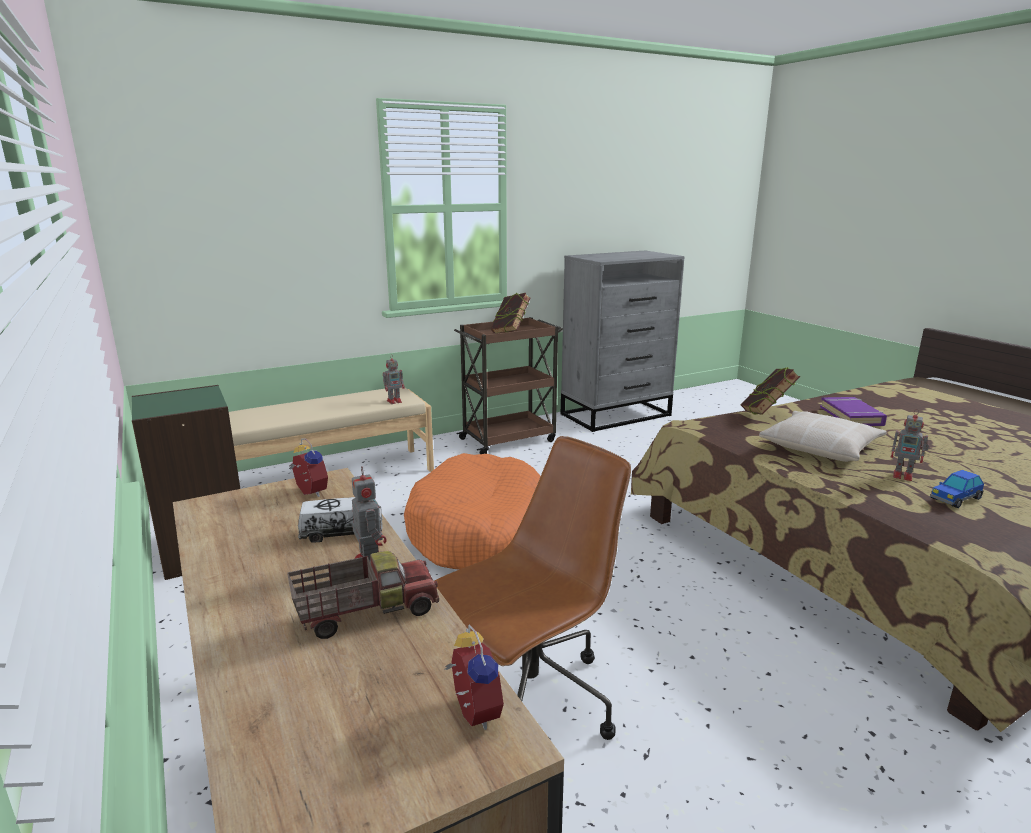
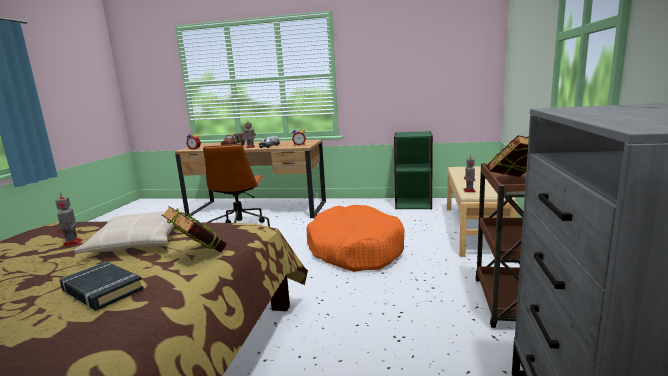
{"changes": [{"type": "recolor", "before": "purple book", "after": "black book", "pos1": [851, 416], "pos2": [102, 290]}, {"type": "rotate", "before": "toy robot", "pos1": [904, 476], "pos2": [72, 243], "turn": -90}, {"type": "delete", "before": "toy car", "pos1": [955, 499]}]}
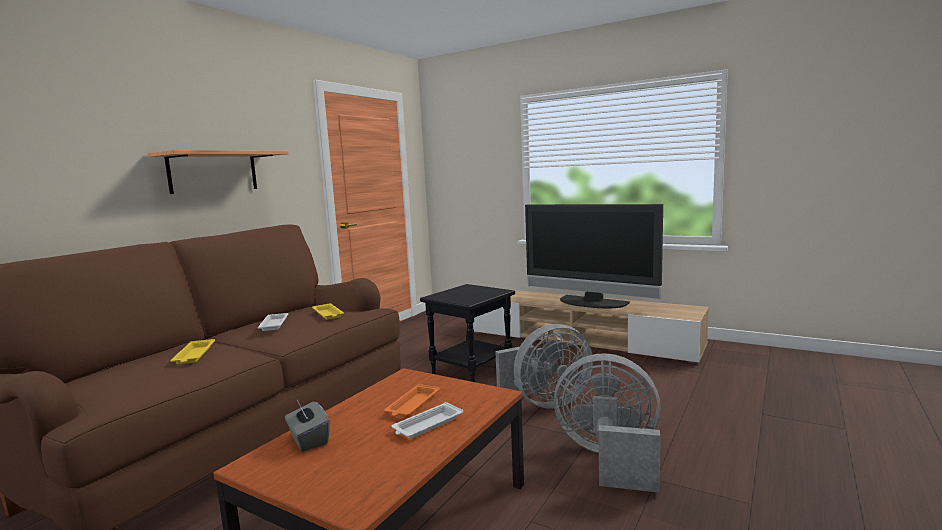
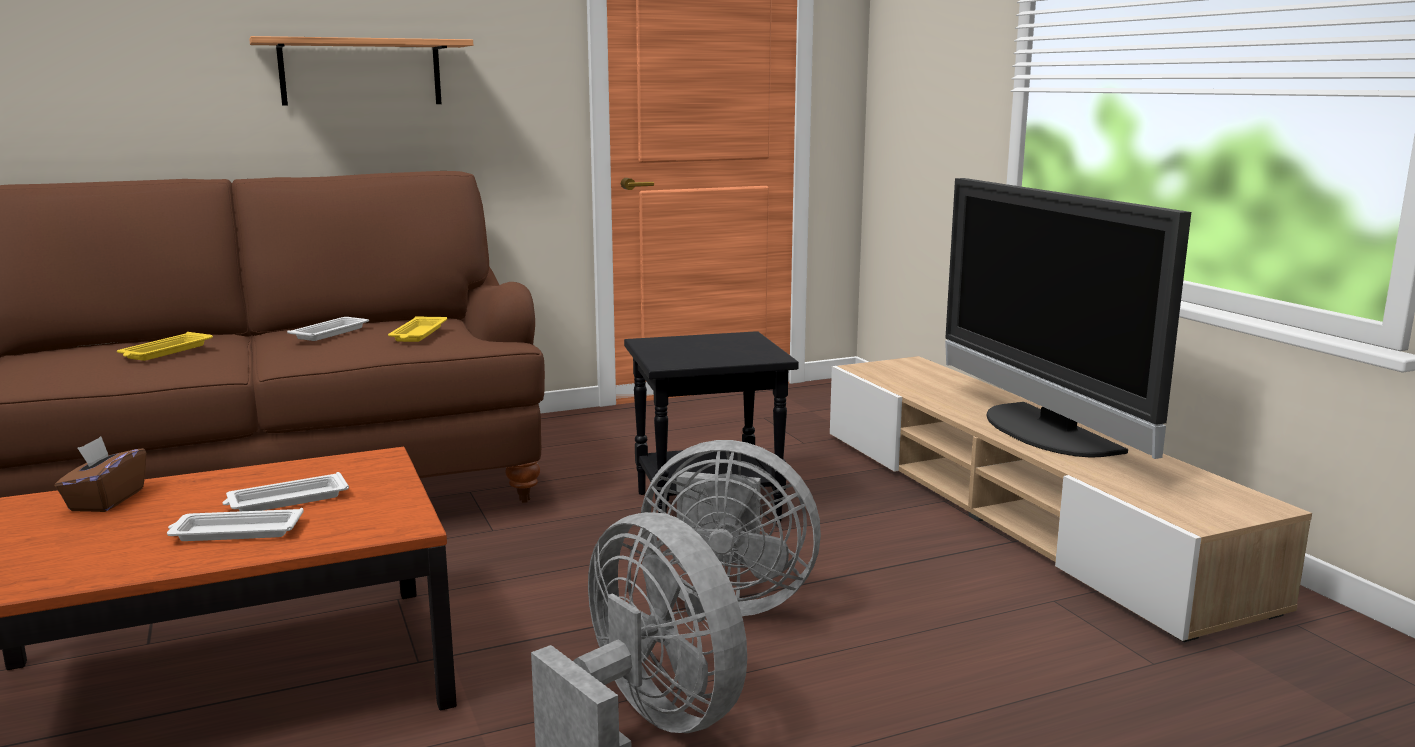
{"changes": [{"type": "recolor", "before": "grey tissue box", "after": "brown tissue box", "pos1": [308, 440], "pos2": [106, 500]}, {"type": "recolor", "before": "orange tray", "after": "white tray", "pos1": [412, 405], "pos2": [286, 500]}]}
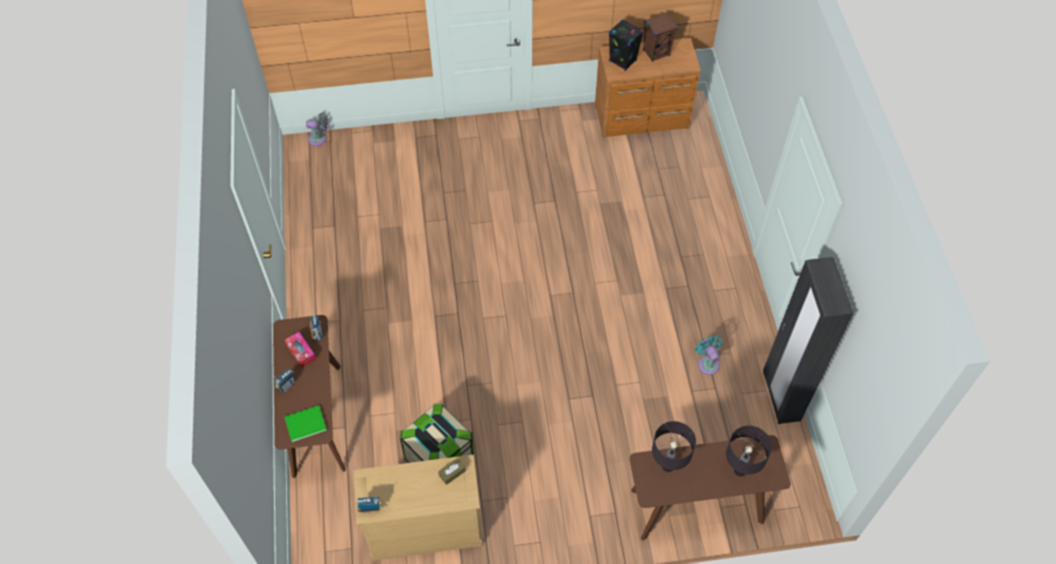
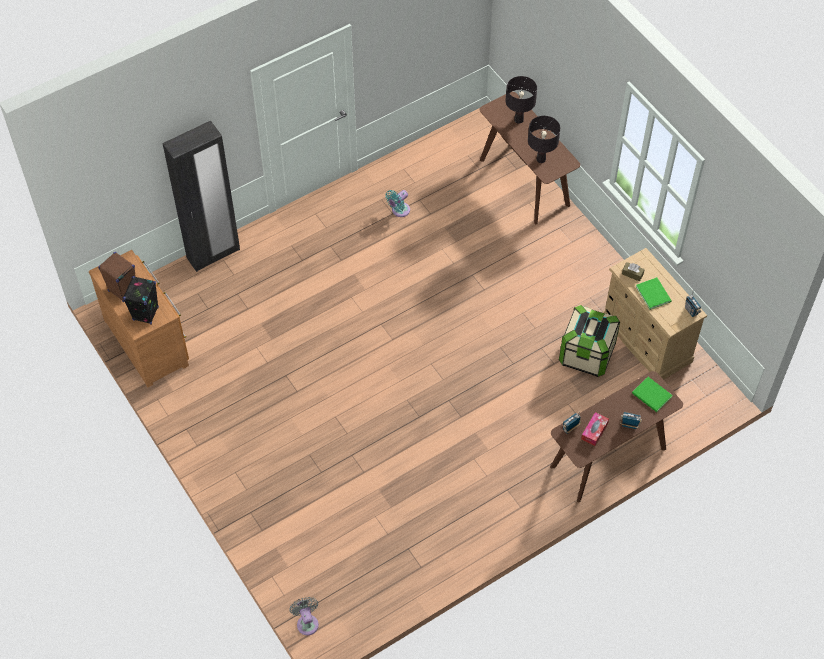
{"changes": [{"type": "move", "before": "black wardrobe", "pos1": [780, 396], "pos2": [213, 254]}, {"type": "insert", "after": "green book", "pos2": [653, 293]}]}
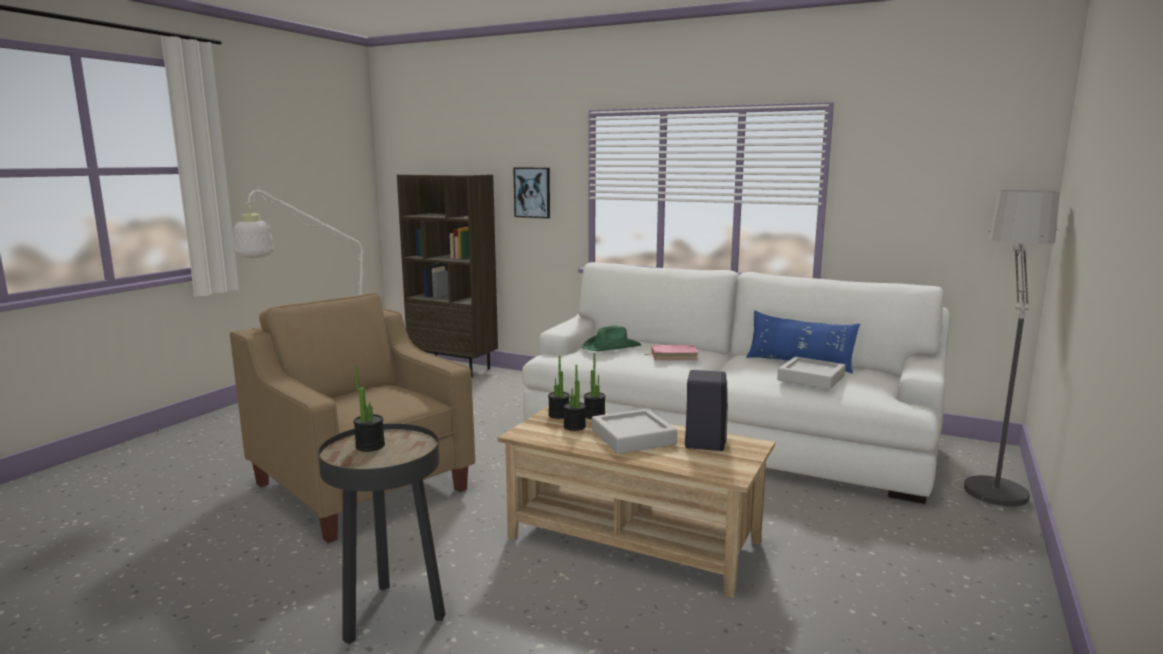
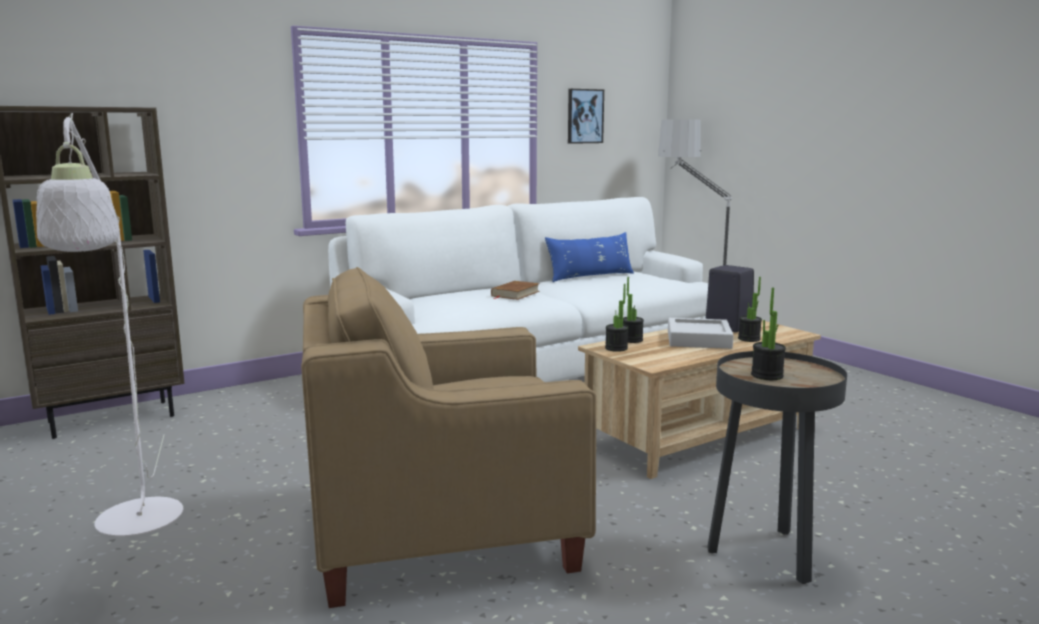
{"changes": [{"type": "move", "before": "picture", "pos1": [532, 192], "pos2": [584, 116]}, {"type": "move", "before": "potted plant", "pos1": [574, 426], "pos2": [749, 339]}, {"type": "delete", "before": "green hat", "pos1": [612, 347]}, {"type": "recolor", "before": "pink book", "after": "brown book", "pos1": [674, 356], "pos2": [515, 294]}, {"type": "delete", "before": "grey tray", "pos1": [811, 378]}]}
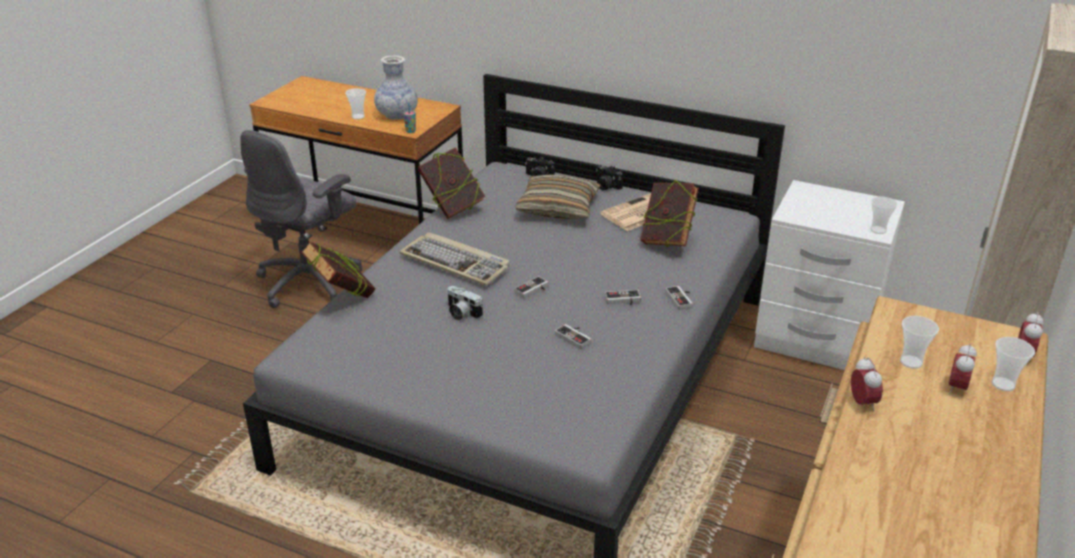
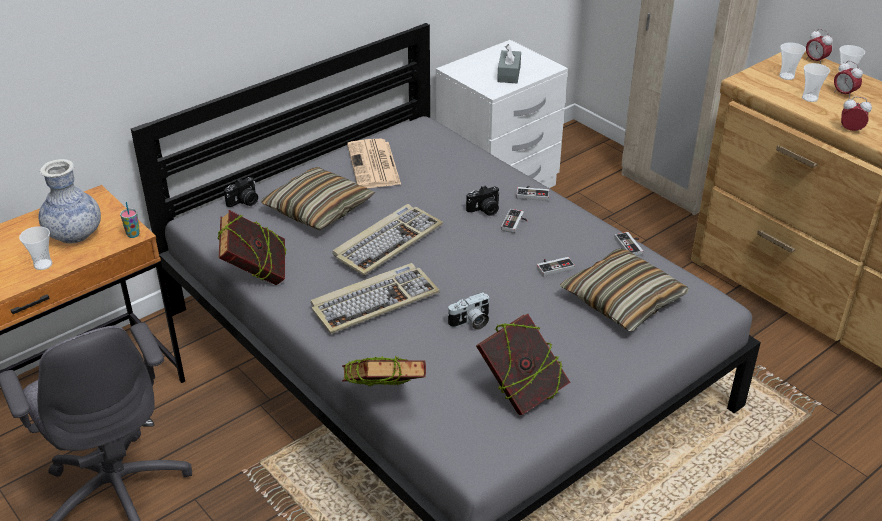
{"changes": [{"type": "move", "before": "game controller", "pos1": [533, 290], "pos2": [631, 246]}, {"type": "move", "before": "photo camera", "pos1": [606, 186], "pos2": [485, 210]}, {"type": "move", "before": "book", "pos1": [667, 240], "pos2": [521, 393]}, {"type": "move", "before": "cup", "pos1": [878, 230], "pos2": [786, 76]}, {"type": "insert", "after": "keyboard", "pos2": [387, 242]}, {"type": "insert", "after": "grey tissue box", "pos2": [509, 74]}, {"type": "insert", "after": "pillow", "pos2": [623, 300]}]}
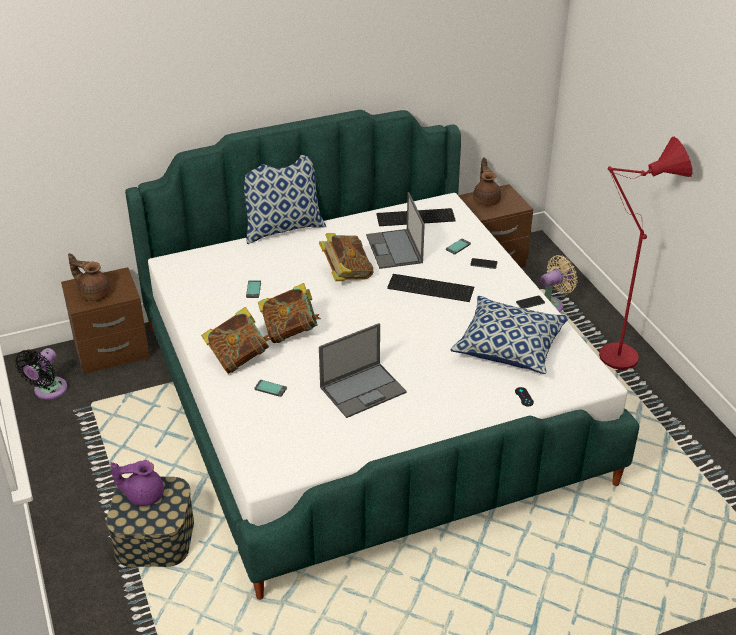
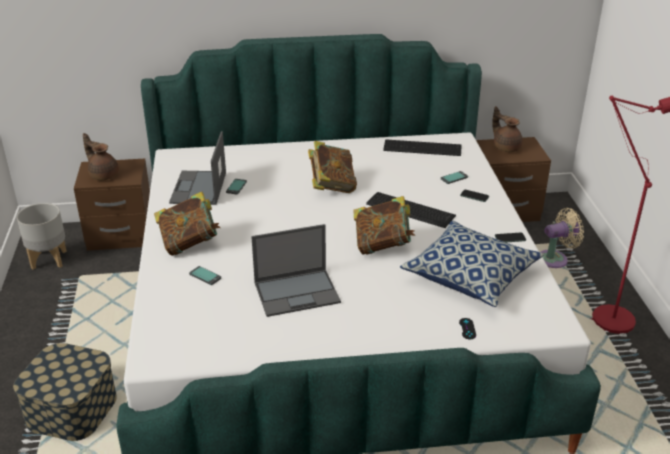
{"changes": [{"type": "replace", "before": "black fan", "after": "grey planter", "pos1": [48, 391], "pos2": [49, 259]}, {"type": "delete", "before": "purple teapot", "pos1": [143, 495]}, {"type": "delete", "before": "pillow", "pos1": [283, 228]}, {"type": "move", "before": "book", "pos1": [290, 331], "pos2": [383, 245]}, {"type": "move", "before": "laptop", "pos1": [394, 249], "pos2": [199, 188]}, {"type": "rotate", "before": "brown teapot", "pos1": [486, 200], "pos2": [506, 147], "turn": -45}]}
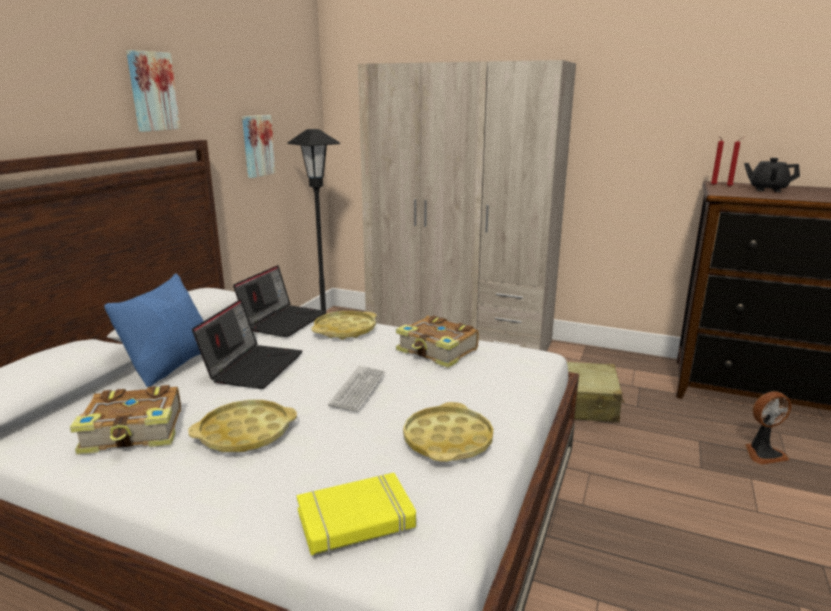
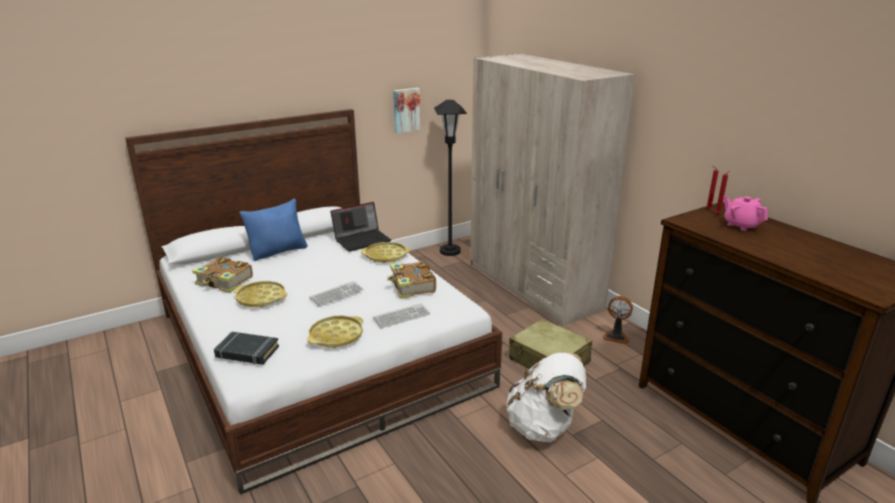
{"changes": [{"type": "delete", "before": "picture", "pos1": [152, 91]}, {"type": "delete", "before": "laptop", "pos1": [253, 366]}, {"type": "recolor", "before": "yellow book", "after": "black book", "pos1": [356, 520], "pos2": [247, 352]}, {"type": "recolor", "before": "black teapot", "after": "pink teapot", "pos1": [767, 190], "pos2": [741, 225]}, {"type": "move", "before": "fan", "pos1": [763, 453], "pos2": [616, 336]}, {"type": "insert", "after": "keyboard", "pos2": [401, 316]}, {"type": "insert", "after": "white backpack", "pos2": [544, 427]}]}
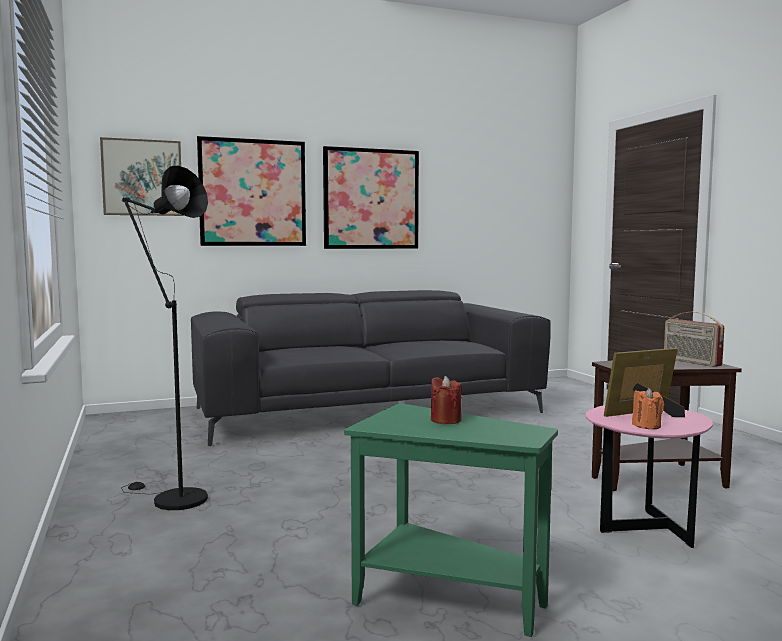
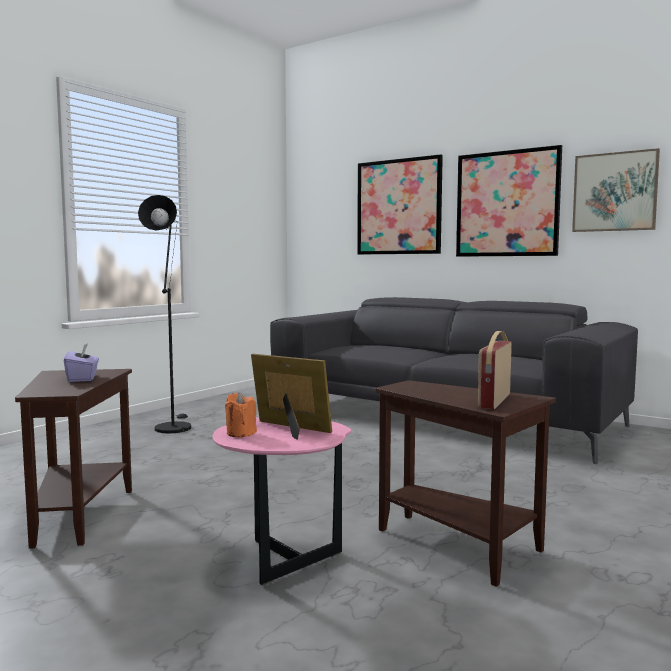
{"changes": [{"type": "move", "before": "picture", "pos1": [142, 178], "pos2": [615, 192]}, {"type": "recolor", "before": "green side table", "after": "brown side table", "pos1": [444, 597], "pos2": [78, 514]}, {"type": "replace", "before": "red candle", "after": "purple tissue box", "pos1": [445, 420], "pos2": [83, 378]}]}
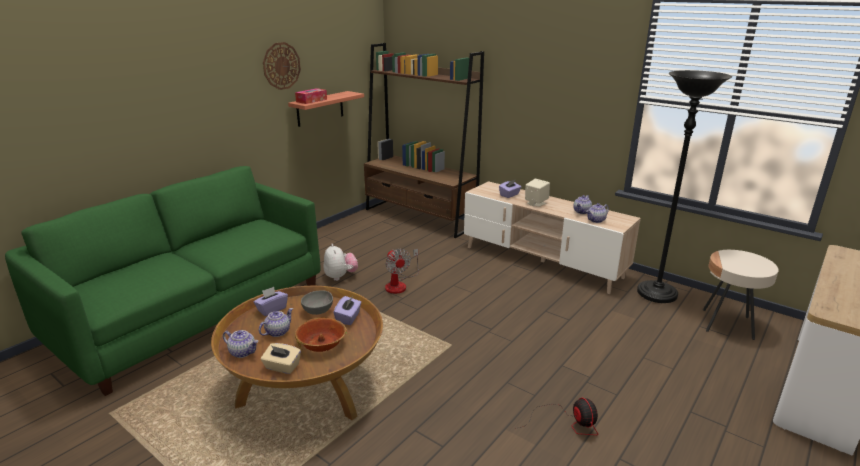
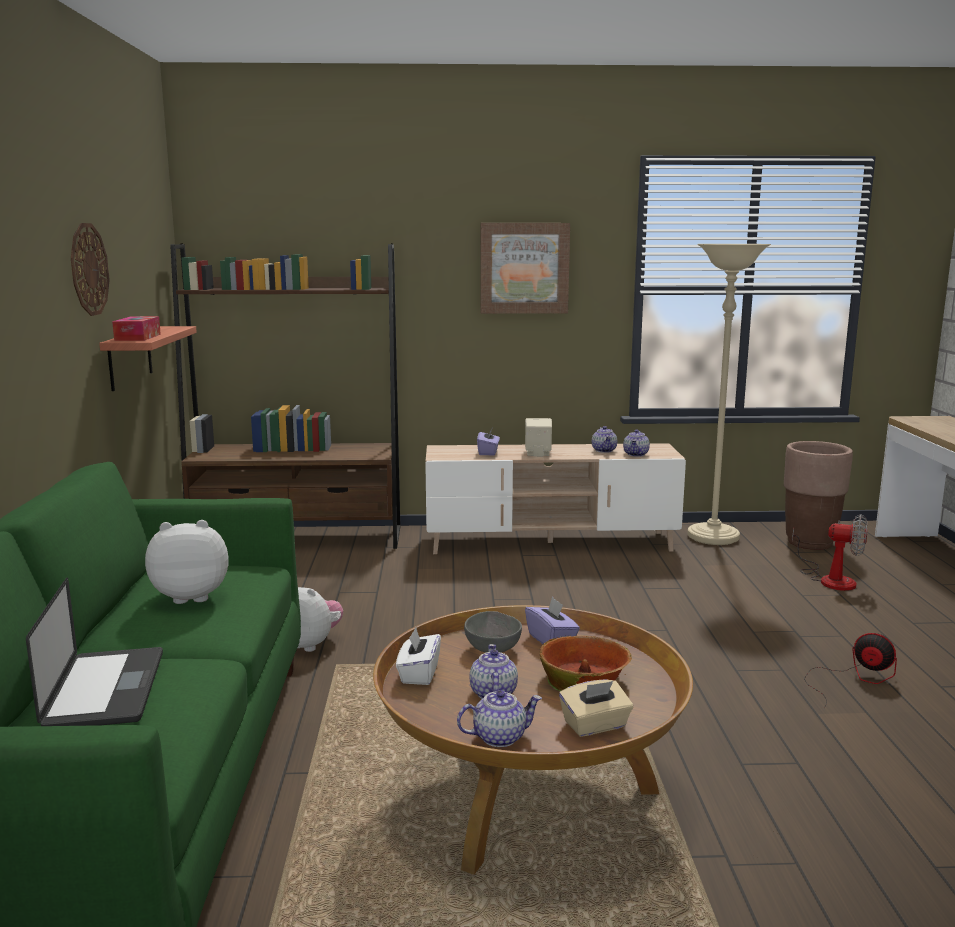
{"changes": [{"type": "recolor", "before": "purple tissue box", "after": "white tissue box", "pos1": [272, 309], "pos2": [419, 673]}, {"type": "move", "before": "fan", "pos1": [399, 284], "pos2": [830, 579]}, {"type": "recolor", "before": "black floor lamp", "after": "beige floor lamp", "pos1": [656, 294], "pos2": [713, 537]}, {"type": "replace", "before": "beige side table", "after": "brown planter", "pos1": [727, 324], "pos2": [810, 543]}, {"type": "insert", "after": "laptop", "pos2": [105, 690]}, {"type": "insert", "after": "plush toy", "pos2": [192, 596]}, {"type": "insert", "after": "picture", "pos2": [524, 268]}]}
